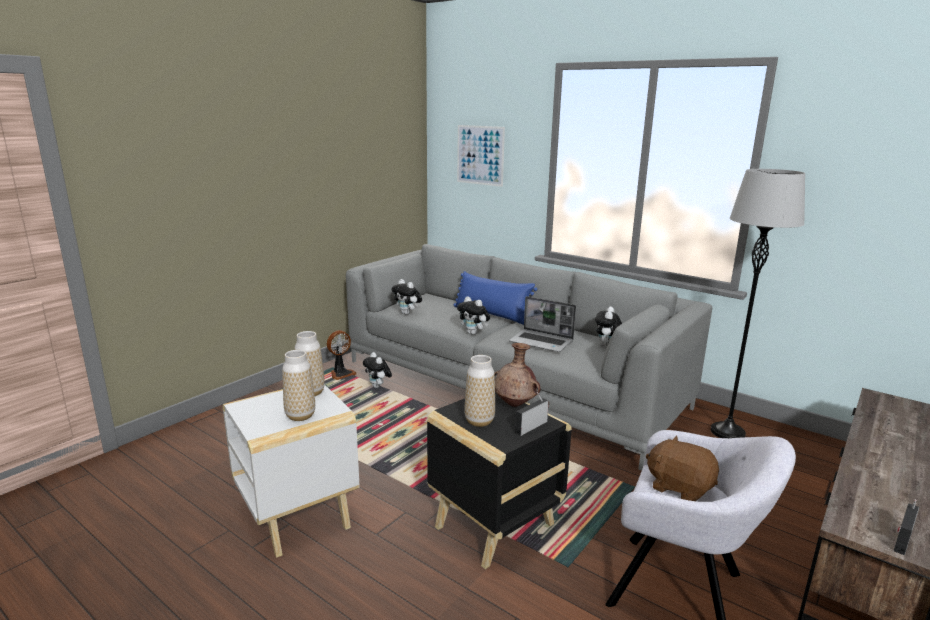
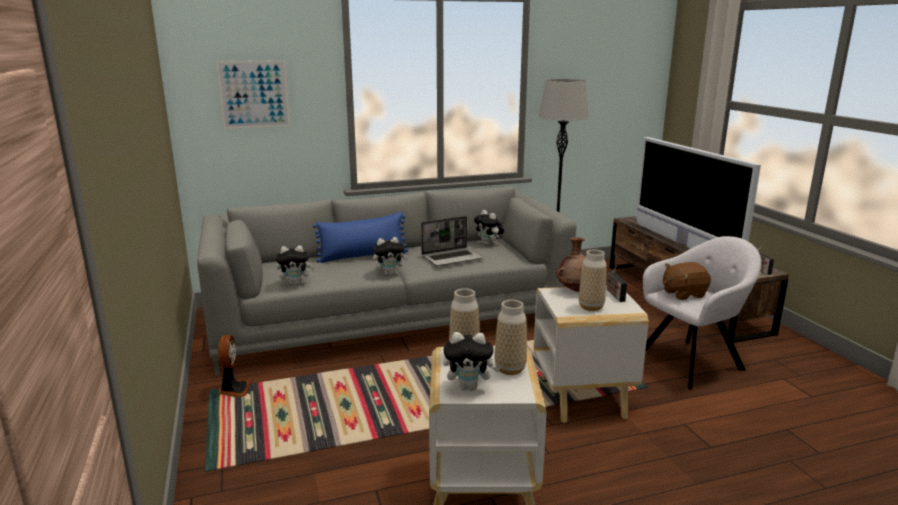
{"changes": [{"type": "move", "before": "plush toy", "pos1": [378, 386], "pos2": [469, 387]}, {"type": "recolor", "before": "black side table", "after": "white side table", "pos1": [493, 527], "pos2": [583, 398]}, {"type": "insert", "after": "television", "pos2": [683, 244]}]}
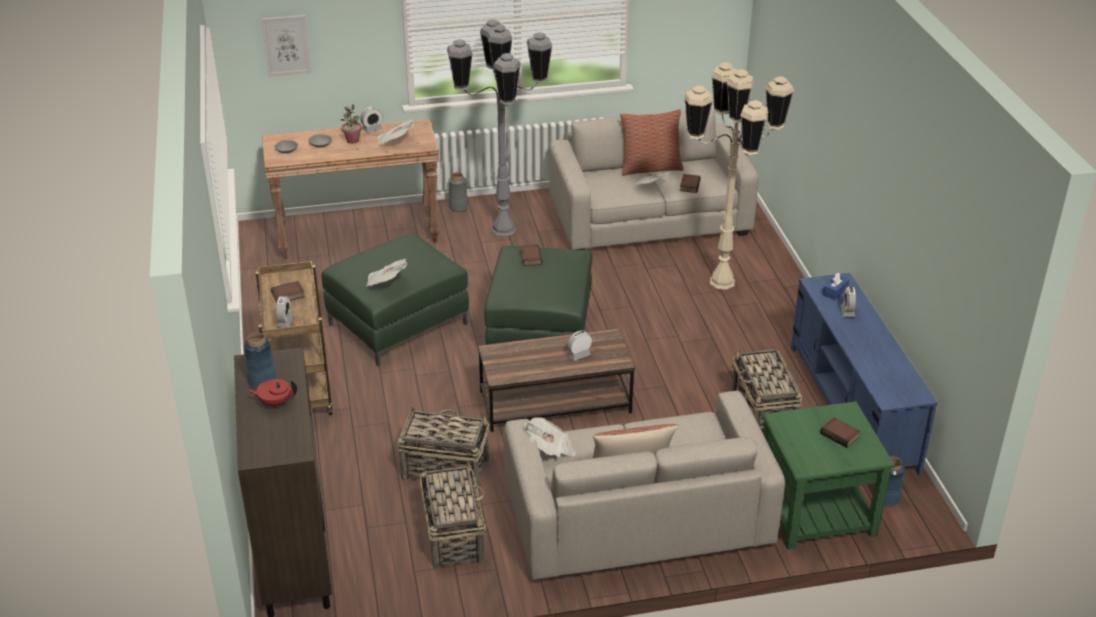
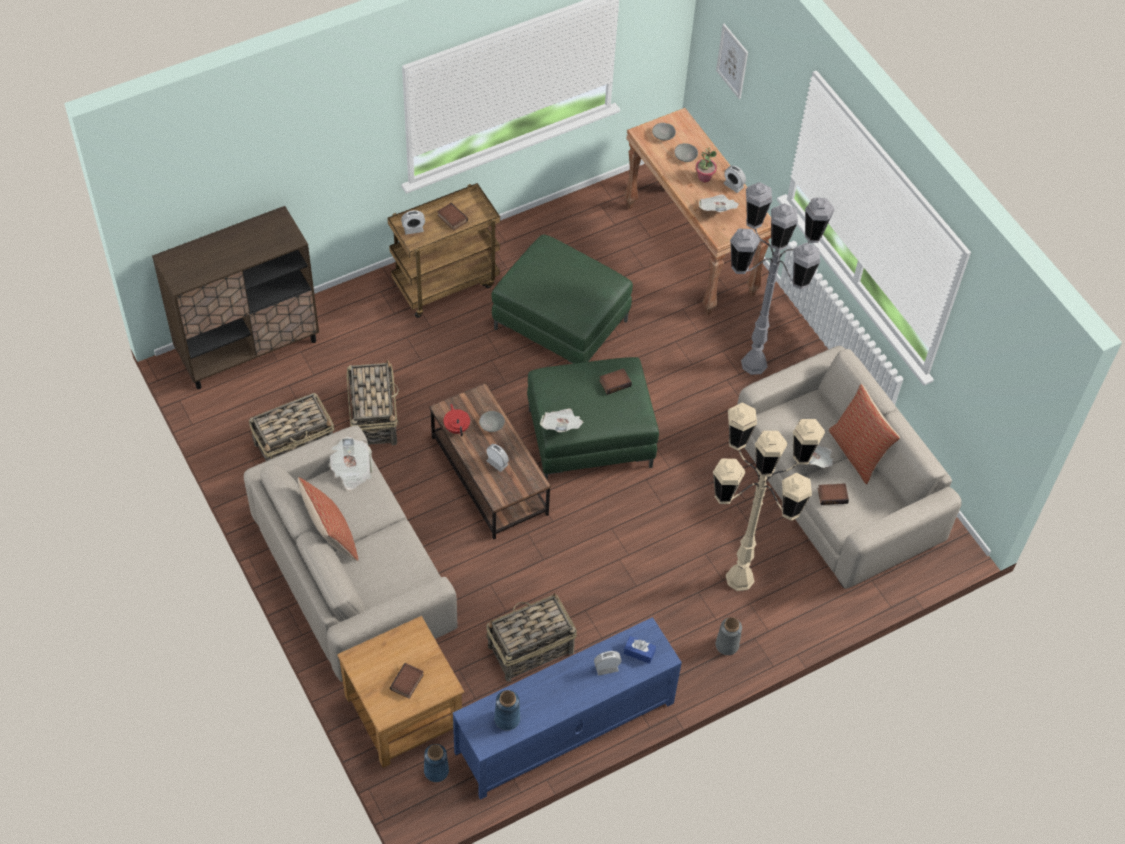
{"changes": [{"type": "move", "before": "blue vase", "pos1": [262, 381], "pos2": [507, 719]}, {"type": "move", "before": "red teapot", "pos1": [274, 403], "pos2": [457, 427]}, {"type": "move", "before": "newspaper", "pos1": [386, 282], "pos2": [561, 426]}, {"type": "move", "before": "grey vase", "pos1": [458, 207], "pos2": [727, 645]}, {"type": "recolor", "before": "green side table", "after": "brown side table", "pos1": [815, 509], "pos2": [403, 712]}, {"type": "insert", "after": "grey bowl", "pos2": [491, 424]}]}
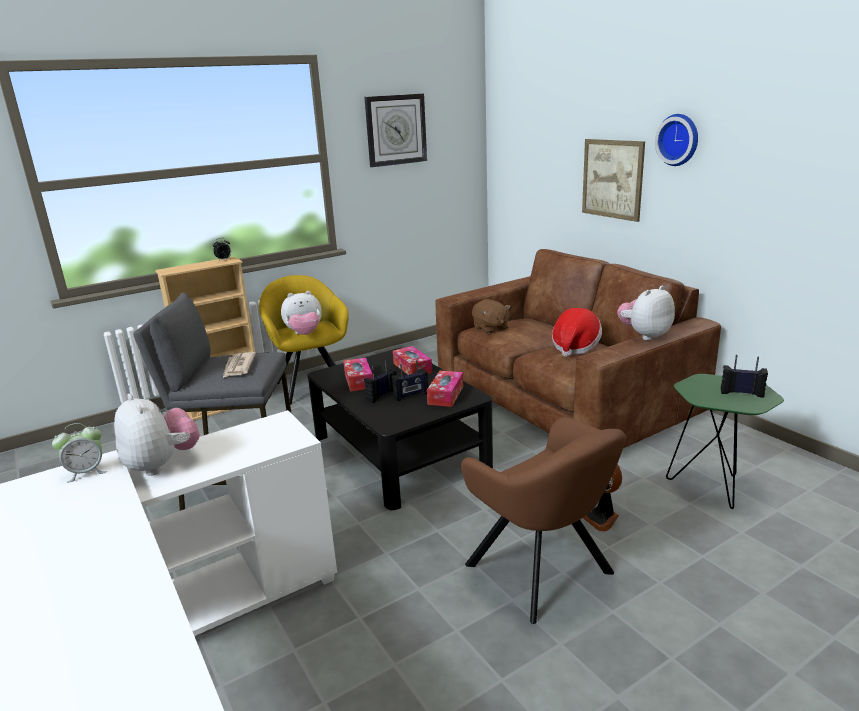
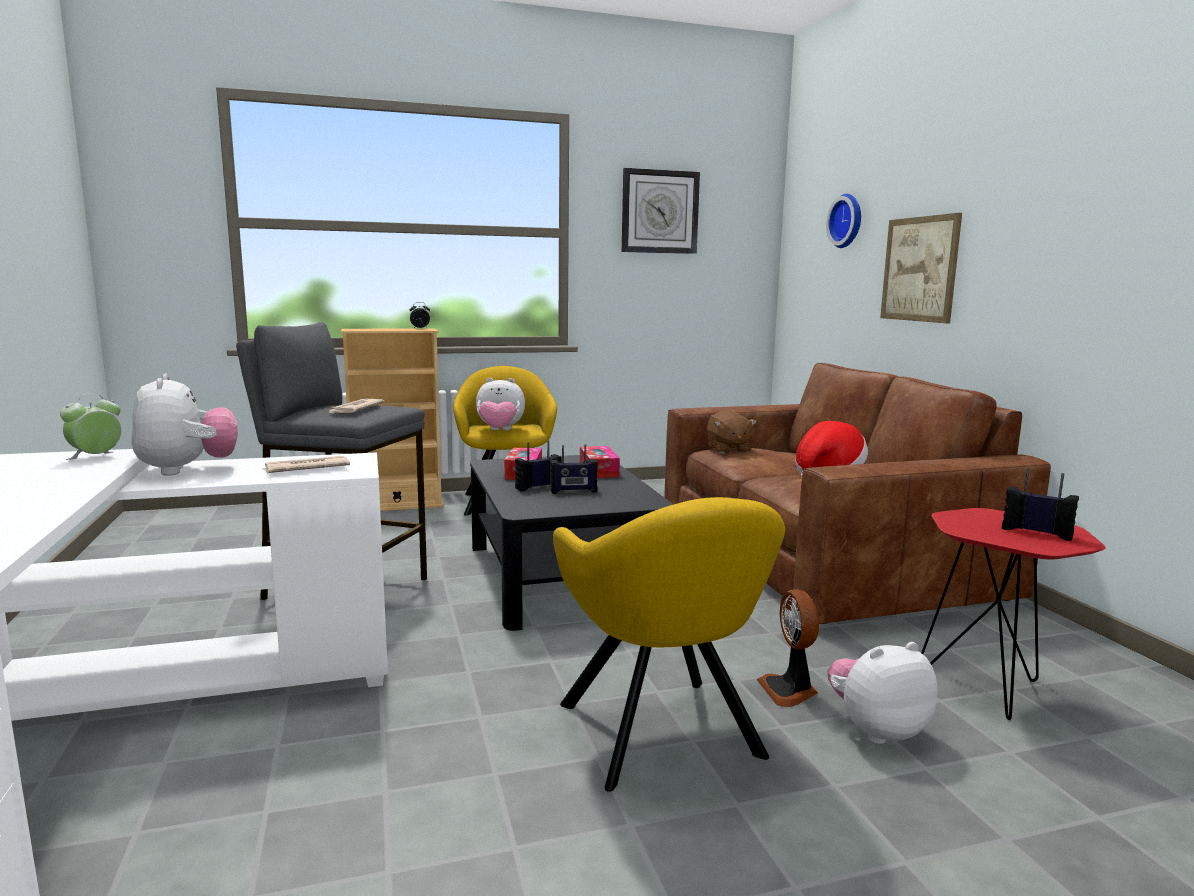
{"changes": [{"type": "rotate", "before": "alarm clock", "pos1": [86, 472], "pos2": [96, 457], "turn": 135}, {"type": "delete", "before": "tissue box", "pos1": [445, 395]}, {"type": "recolor", "before": "brown armchair", "after": "yellow armchair", "pos1": [544, 573], "pos2": [663, 736]}, {"type": "move", "before": "plush toy", "pos1": [644, 335], "pos2": [876, 730]}, {"type": "move", "before": "wall clock", "pos1": [679, 139], "pos2": [848, 221]}, {"type": "recolor", "before": "green side table", "after": "red side table", "pos1": [713, 488], "pos2": [991, 690]}, {"type": "insert", "after": "newspaper", "pos2": [305, 469]}]}
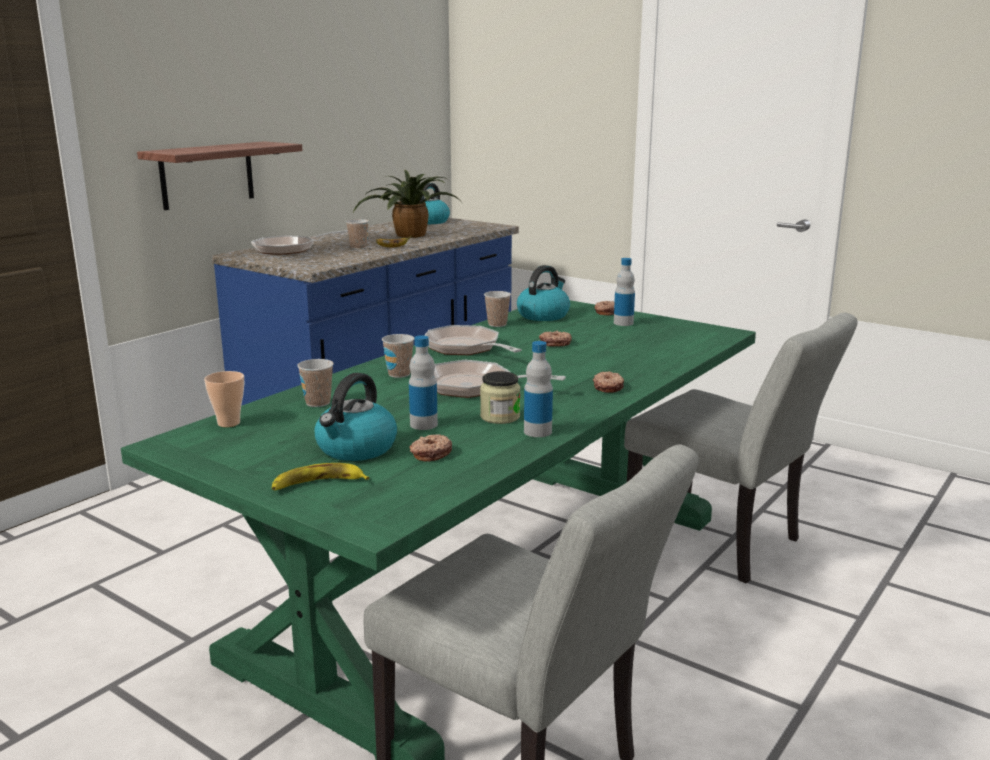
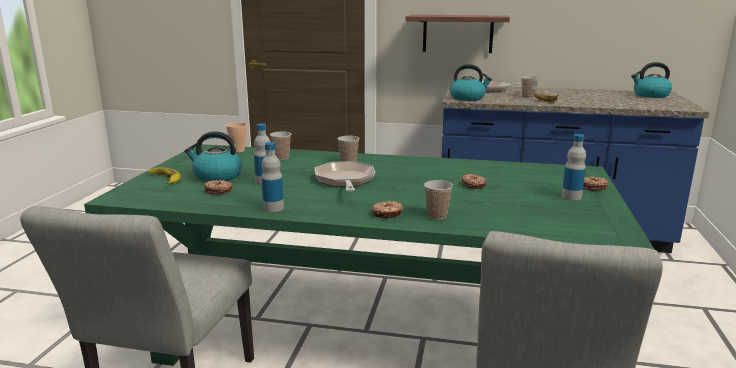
{"changes": [{"type": "delete", "before": "potted plant", "pos1": [409, 235]}, {"type": "delete", "before": "frying pan", "pos1": [466, 348]}, {"type": "delete", "before": "jar", "pos1": [500, 417]}, {"type": "move", "before": "cup", "pos1": [497, 324], "pos2": [437, 216]}, {"type": "move", "before": "kettle", "pos1": [543, 315], "pos2": [468, 98]}]}
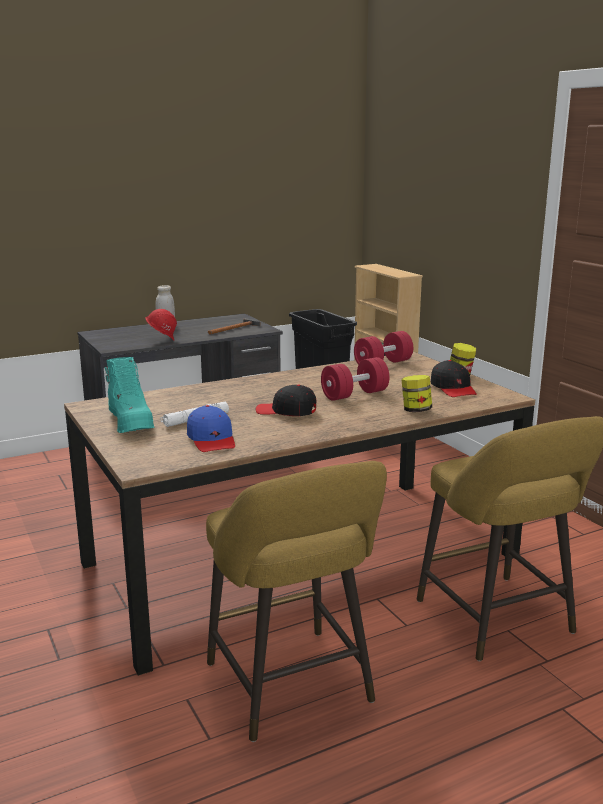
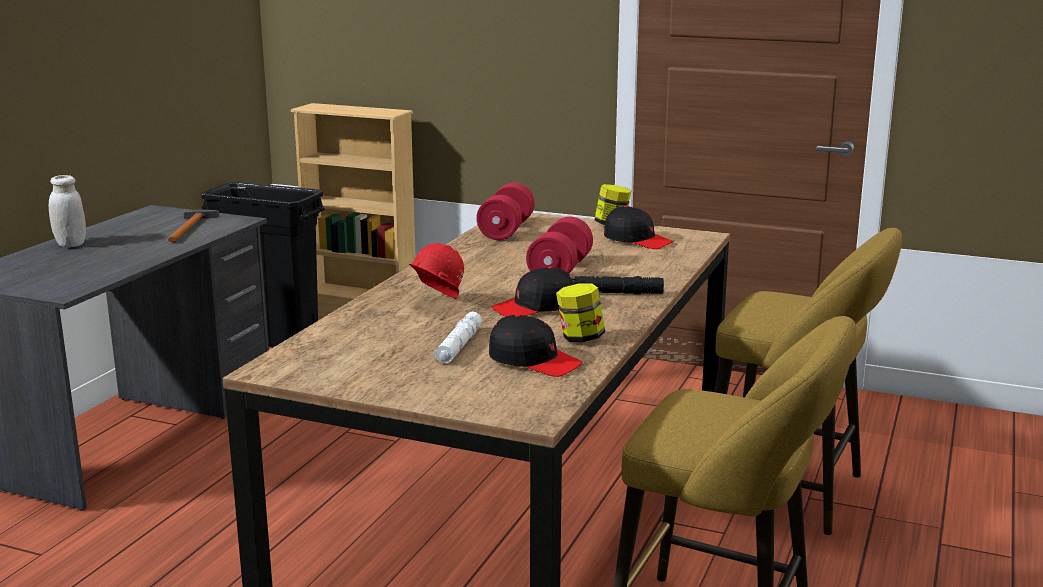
{"changes": [{"type": "delete", "before": "turquoise boot", "pos1": [131, 422]}, {"type": "move", "before": "red hard hat", "pos1": [162, 340], "pos2": [435, 303]}, {"type": "recolor", "before": "blue cap", "after": "black cap", "pos1": [212, 439], "pos2": [534, 361]}, {"type": "move", "before": "jar", "pos1": [416, 410], "pos2": [580, 338]}, {"type": "insert", "after": "black flashlight", "pos2": [616, 293]}]}
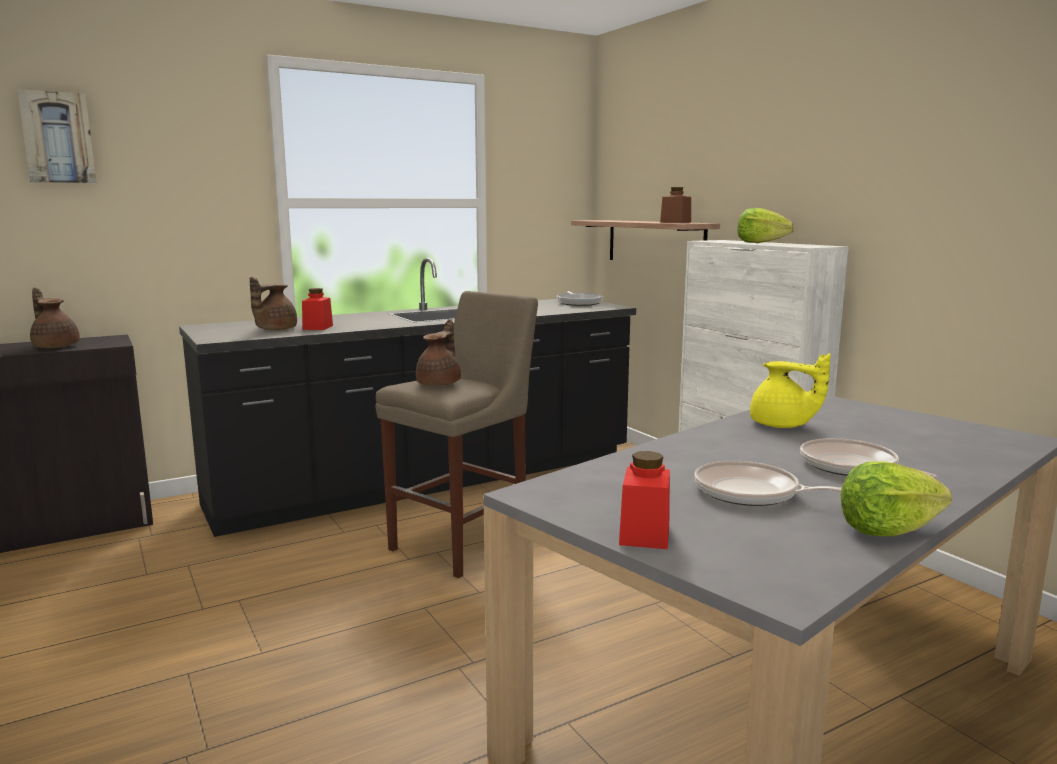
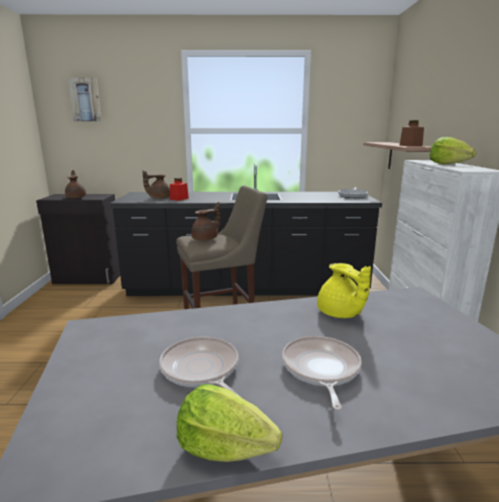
{"changes": [{"type": "delete", "before": "red jar", "pos1": [644, 534]}]}
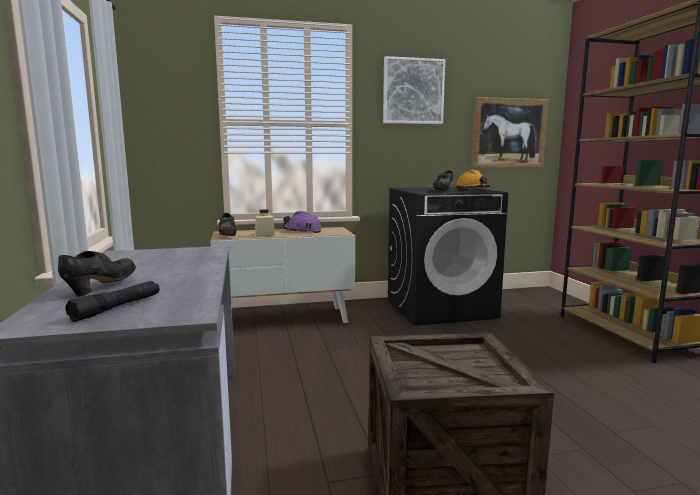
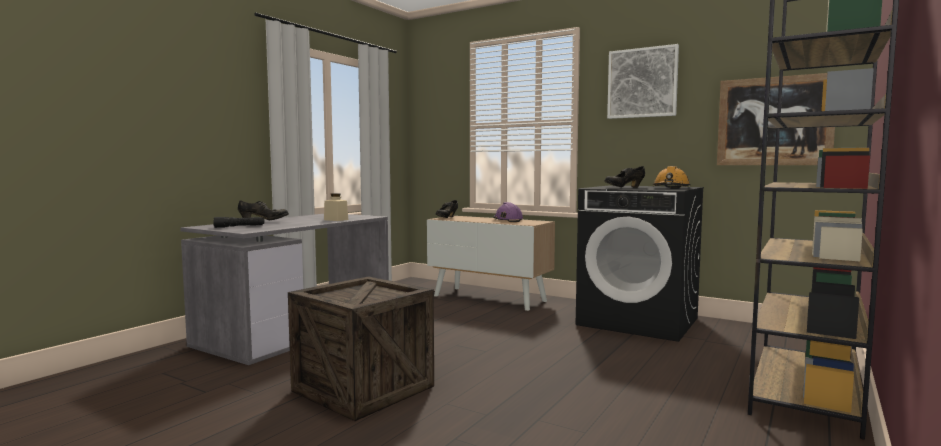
{"changes": [{"type": "move", "before": "beige jar", "pos1": [264, 235], "pos2": [336, 220]}]}
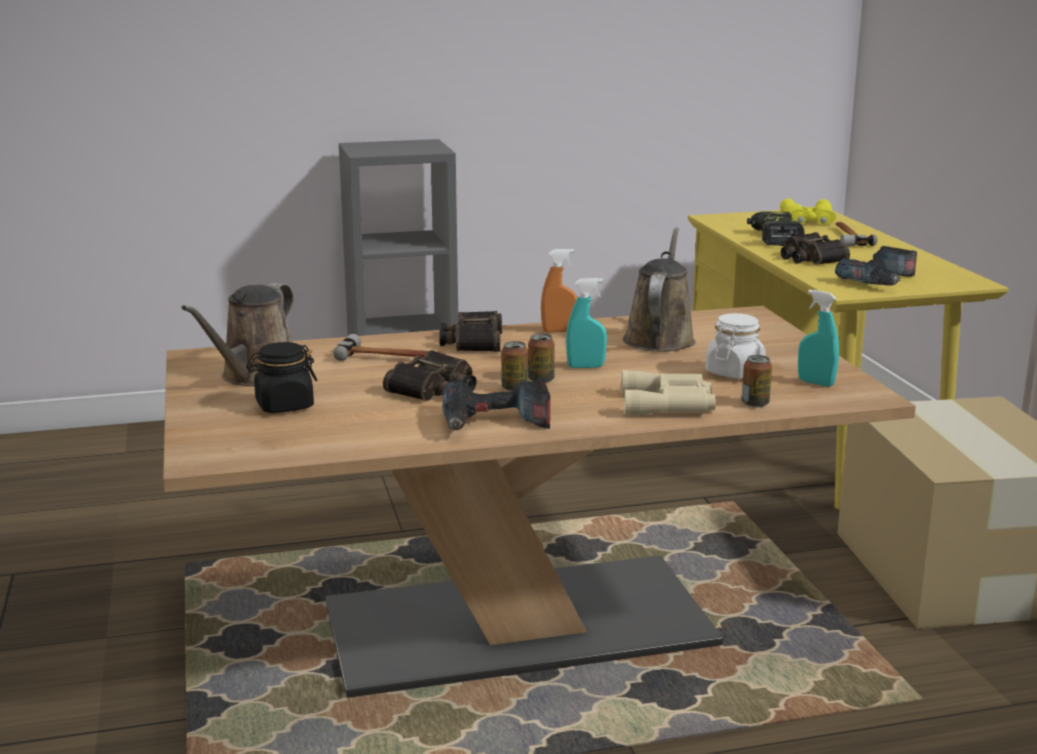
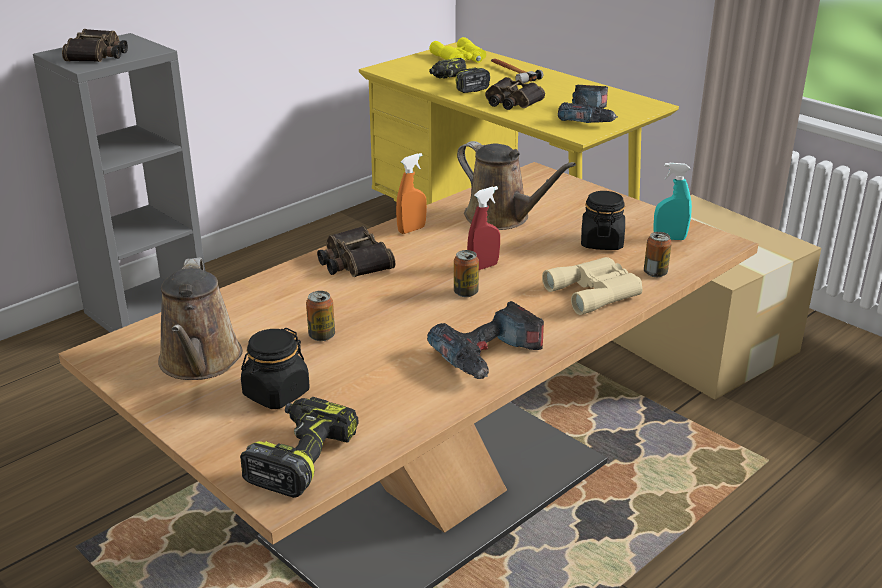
{"changes": [{"type": "delete", "before": "hammer", "pos1": [391, 358]}, {"type": "move", "before": "binoculars", "pos1": [435, 389], "pos2": [98, 55]}, {"type": "move", "before": "can", "pos1": [514, 388], "pos2": [321, 336]}, {"type": "recolor", "before": "turquoise spray bottle", "after": "red spray bottle", "pos1": [586, 367], "pos2": [483, 267]}, {"type": "rotate", "before": "brown watering can", "pos1": [660, 338], "pos2": [502, 218], "turn": 150}, {"type": "recolor", "before": "white jar", "after": "black jar", "pos1": [734, 372], "pos2": [601, 242]}, {"type": "insert", "after": "power drill", "pos2": [300, 457]}]}
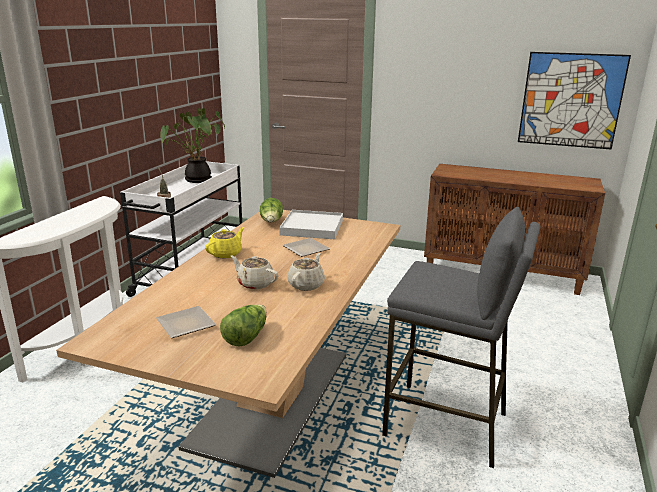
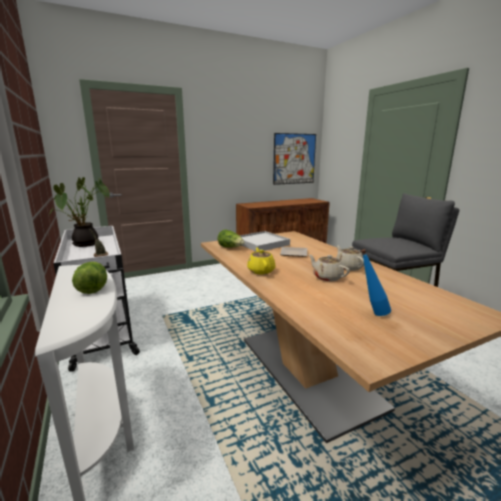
{"changes": [{"type": "replace", "before": "plate", "after": "blue bottle", "pos1": [187, 323], "pos2": [371, 313]}, {"type": "move", "before": "lettuce", "pos1": [246, 336], "pos2": [92, 287]}, {"type": "rotate", "before": "beige teapot", "pos1": [255, 283], "pos2": [327, 277], "turn": 60}]}
